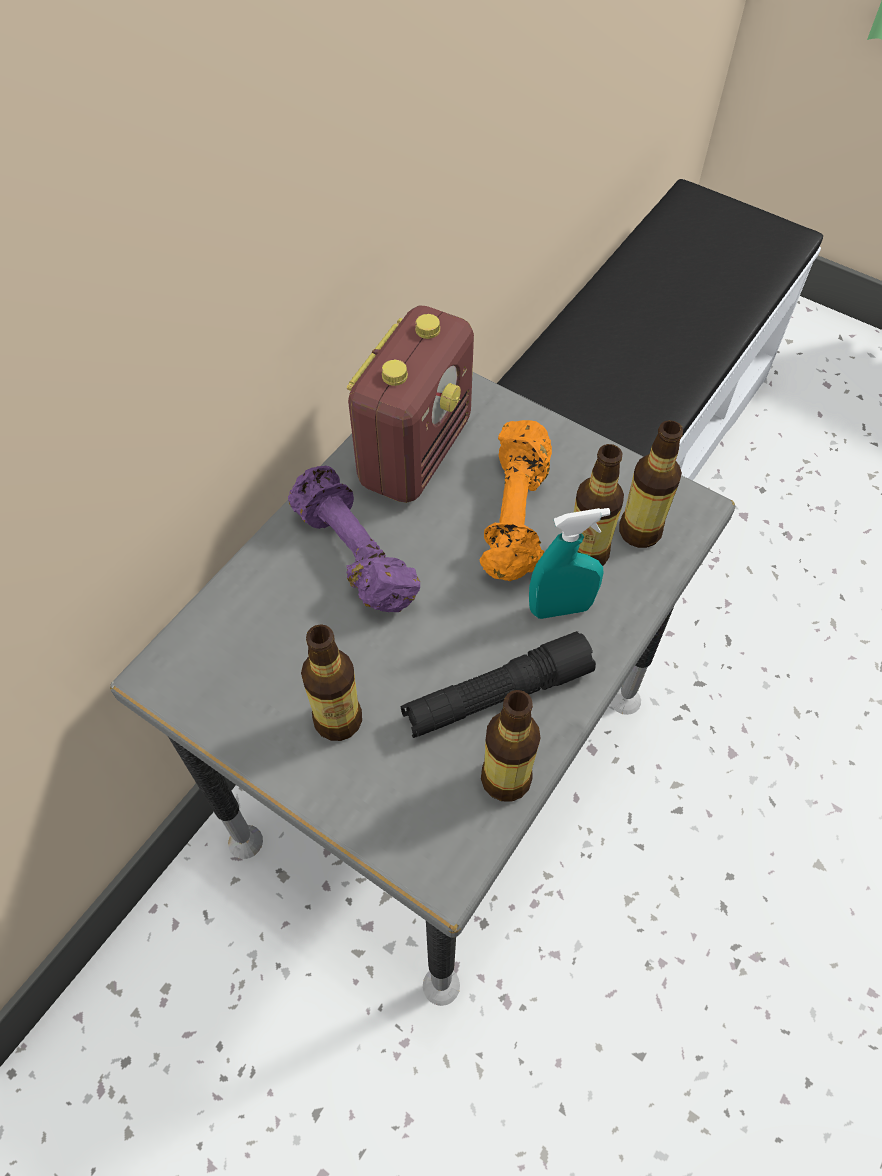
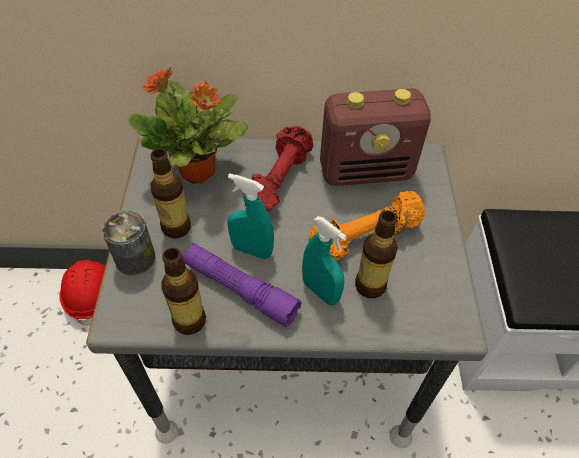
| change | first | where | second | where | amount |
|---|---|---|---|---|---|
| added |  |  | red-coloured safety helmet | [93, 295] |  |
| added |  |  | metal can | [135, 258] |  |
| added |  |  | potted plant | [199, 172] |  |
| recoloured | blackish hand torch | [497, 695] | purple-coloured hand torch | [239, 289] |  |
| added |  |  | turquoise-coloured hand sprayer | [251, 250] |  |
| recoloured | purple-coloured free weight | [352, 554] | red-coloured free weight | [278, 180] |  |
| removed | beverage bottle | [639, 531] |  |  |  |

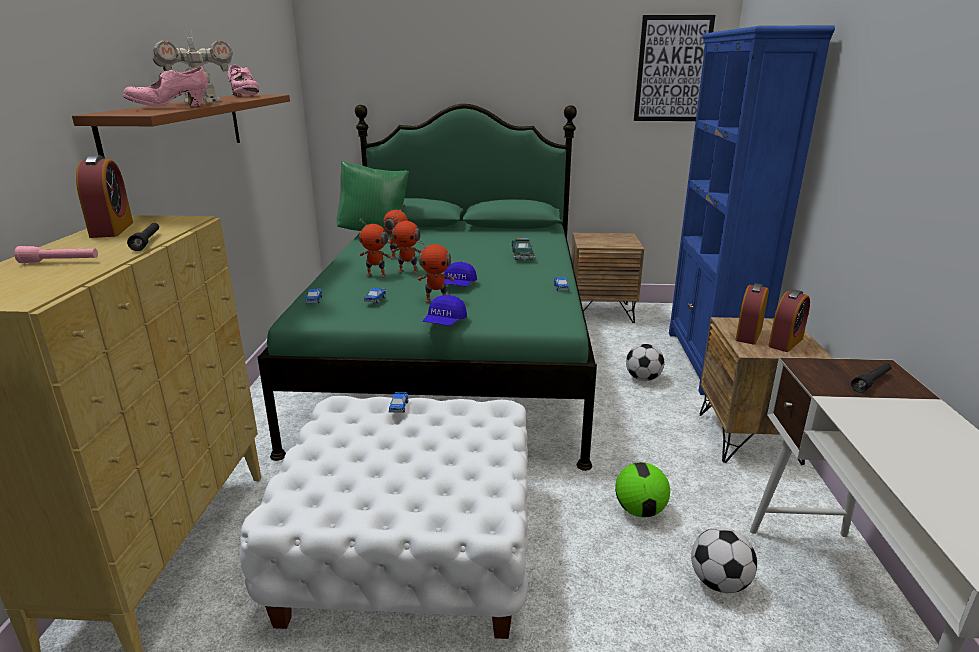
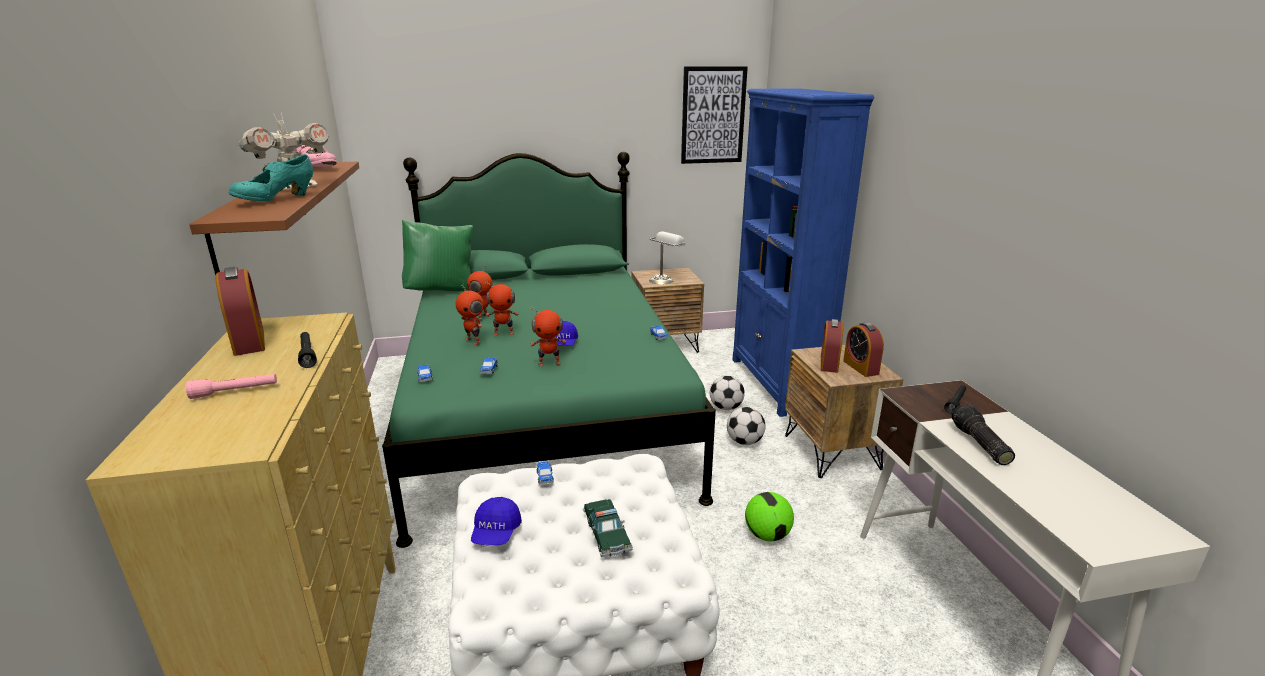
| change | first | where | second | where | amount |
|---|---|---|---|---|---|
| recoloured | pink-coloured shoe | [170, 107] | turquoise-coloured shoe | [276, 200] |  |
| turned | model robot | [376, 275] |  | [474, 341] | 45 degrees clockwise |
| moved | blue-coloured peaked cap | [444, 323] |  | [496, 533] |  |
| moved | toy car | [522, 255] |  | [606, 534] |  |
| added |  |  | whitish lamp for a table | [664, 279] |  |
| moved | football ball | [719, 583] |  | [744, 442] |  |
| turned | alarm clock | [785, 342] |  | [860, 367] | 135 degrees clockwise |
| added |  |  | hand torch | [978, 444] |  |

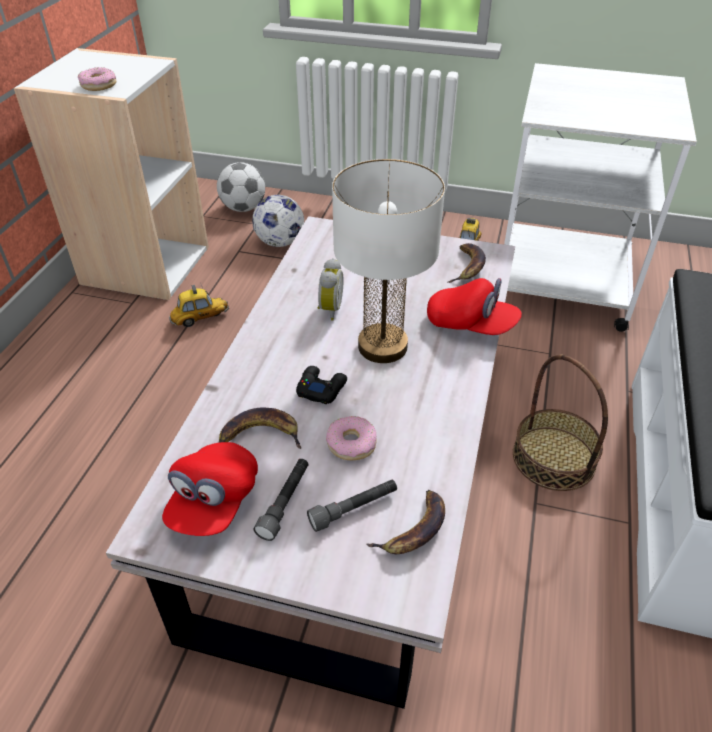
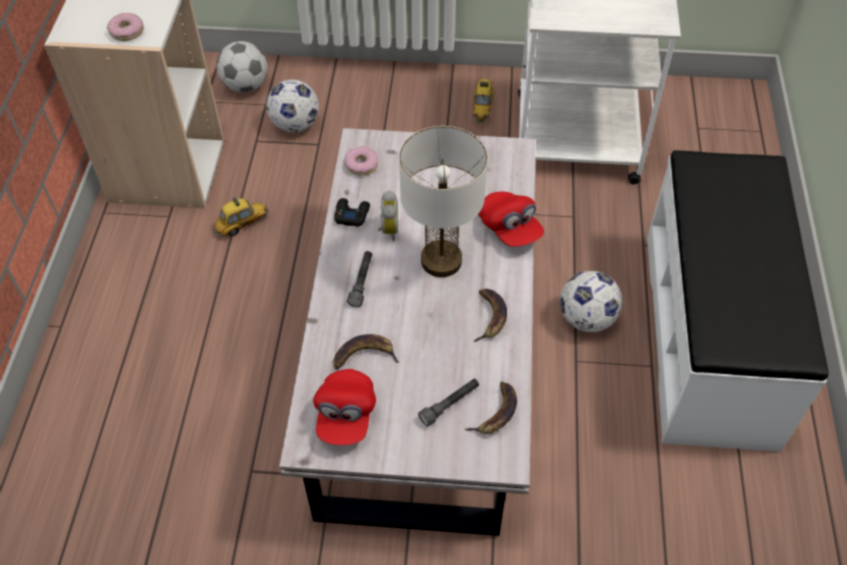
| change | first | where | second | where | amount |
|---|---|---|---|---|---|
| moved | blackish game controller | [321, 388] |  | [351, 214] |  |
| moved | doughnut | [352, 443] |  | [361, 165] |  |
| moved | greyish hand torch | [285, 503] |  | [362, 282] |  |
| moved | banana | [467, 267] |  | [490, 317] |  |
| turned | red-coloured peaked cap | [471, 324] |  | [509, 229] | 45 degrees clockwise |
| replaced | basket | [554, 458] | football ball | [587, 318] |  |

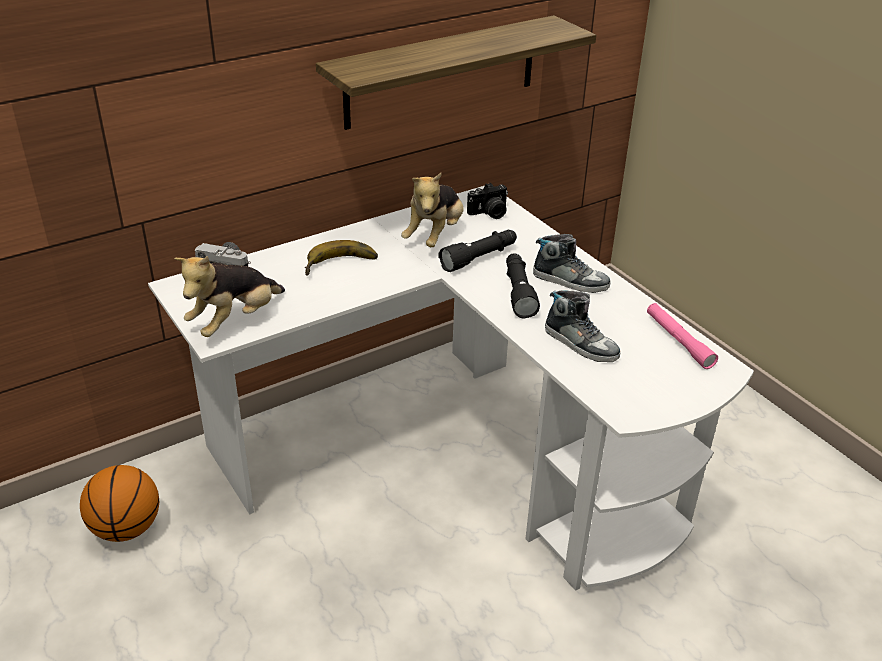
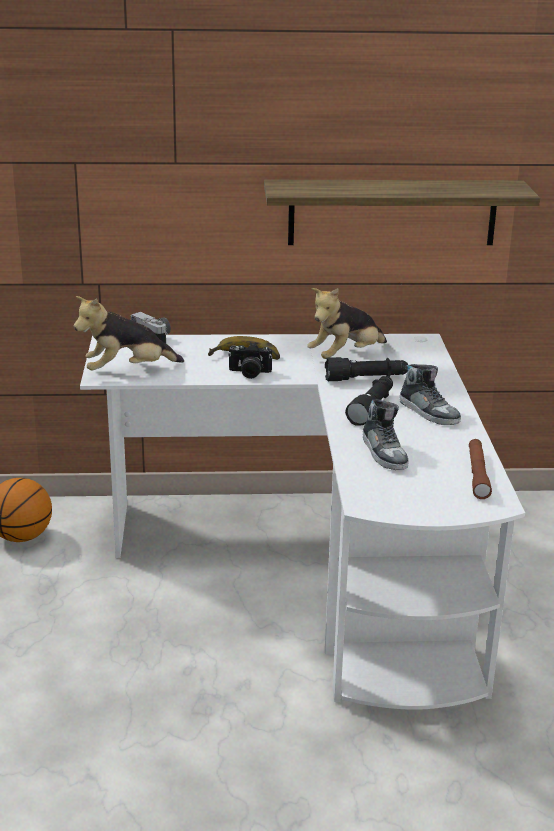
| change | first | where | second | where | amount |
|---|---|---|---|---|---|
| moved | still camera | [489, 213] |  | [249, 373] |  |
| recoloured | pink-coloured hand torch | [678, 341] | brown-coloured hand torch | [477, 474] |  |

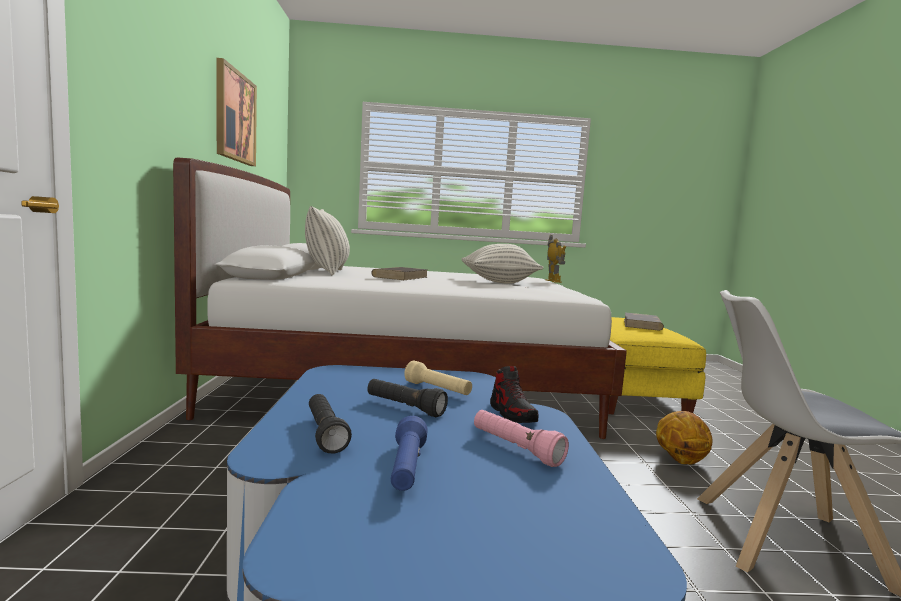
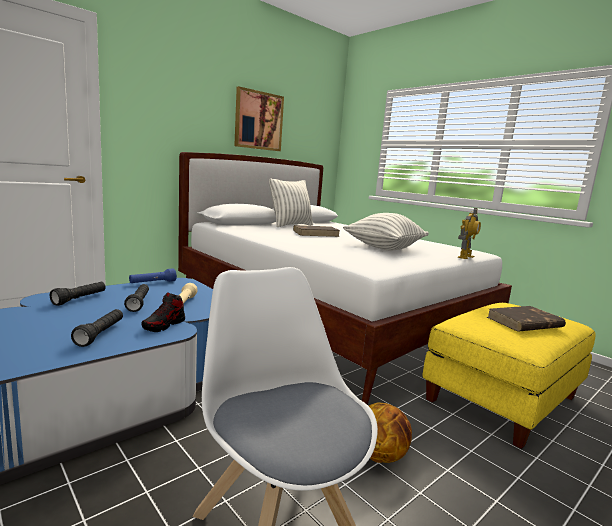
| change | first | where | second | where | amount |
|---|---|---|---|---|---|
| recoloured | pink-coloured hand torch | [515, 449] | blackish hand torch | [100, 334] |  |
| moved | blue-coloured hand torch | [407, 468] |  | [153, 283] |  |

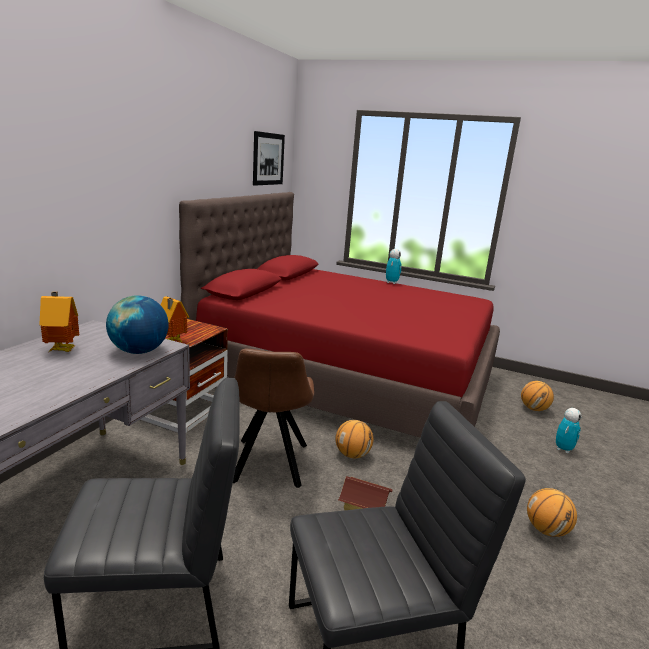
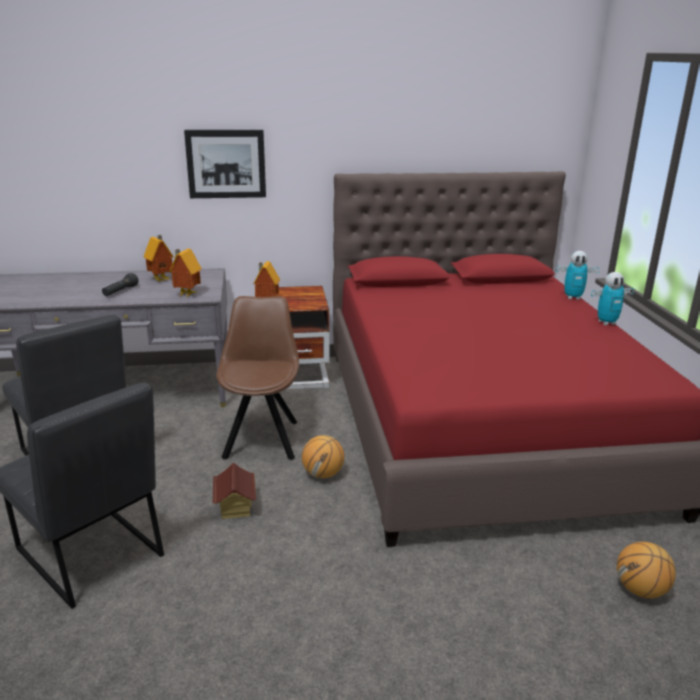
| change | first | where | second | where | amount |
|---|---|---|---|---|---|
| added |  |  | blackish hand torch | [120, 292] |  |
| replaced | desk globe | [139, 351] | toy house | [186, 294] |  |
| moved | wall art | [268, 159] |  | [226, 164] |  |
| turned | brown-coloured plain chair | [270, 463] |  | [262, 439] | 120 degrees clockwise |
| moved | model robot | [563, 449] |  | [573, 297] |  |
| removed | basketball ball | [546, 530] |  |  |  |

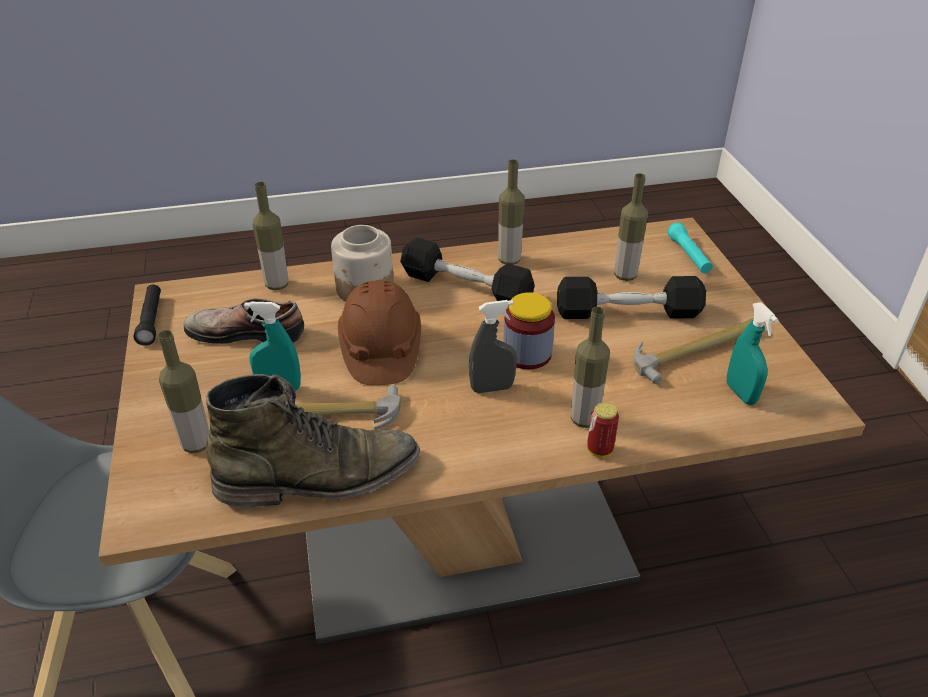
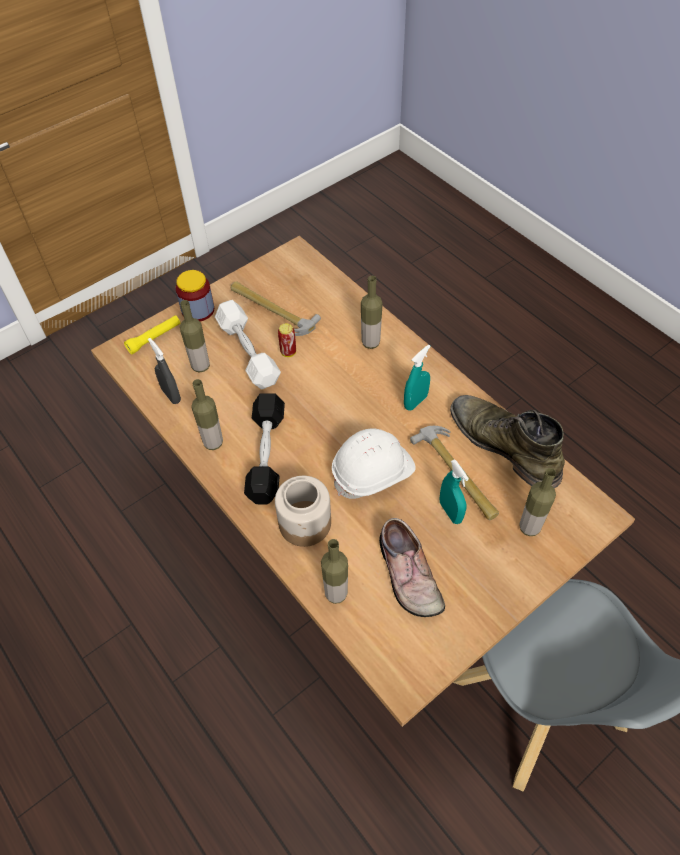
| change | first | where | second | where | amount |
|---|---|---|---|---|---|
| recoloured | turquoise-coloured hand torch | [689, 255] | yellowish hand torch | [154, 338] |  |
| moved | greyish hand sprayer | [492, 388] |  | [171, 395] |  |
| moved | preserve jar | [527, 354] |  | [198, 310] |  |
| recoloured | blackish free weight | [627, 312] | whitish free weight | [248, 352] |  |
| moved | metal can | [599, 450] |  | [288, 352] |  |
| recoloured | brown-coloured safety helmet | [380, 350] | whitish safety helmet | [373, 473] |  |
| moved | turquoise-coloured hand sprayer | [741, 393] |  | [415, 402] |  |
| removed | blackish hand torch | [151, 320] |  |  |  |

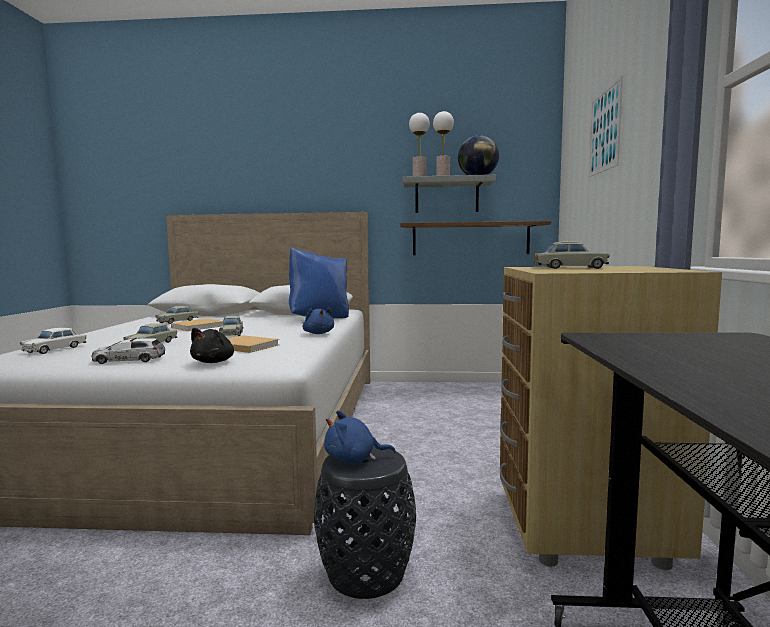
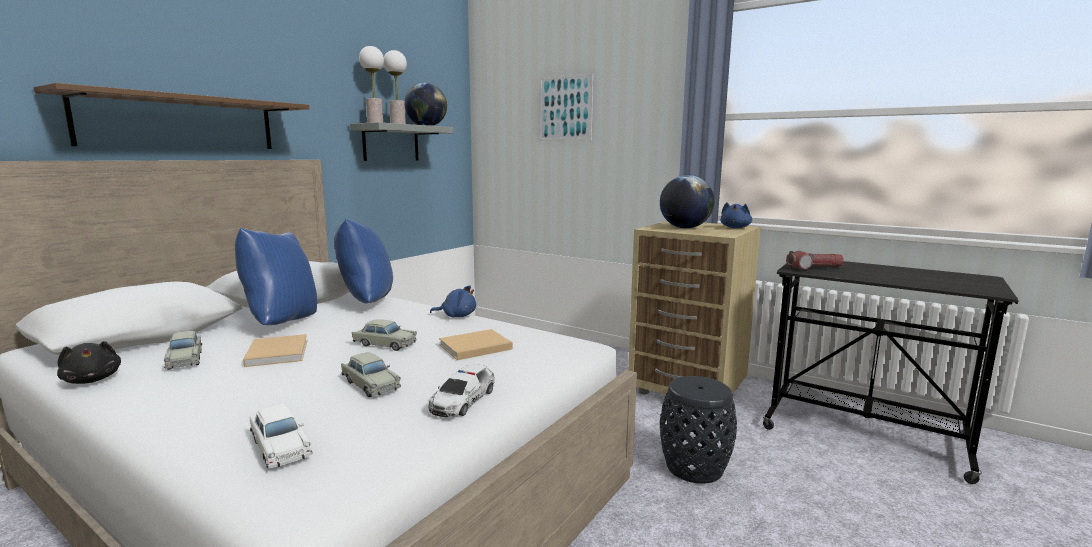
| change | first | where | second | where | amount |
|---|---|---|---|---|---|
| moved | brown-coloured bracket shelf | [470, 239] |  | [181, 123] |  |
| moved | blackish plush toy | [214, 362] |  | [92, 380] |  |
| added |  |  | blue-coloured cushion | [281, 323] |  |
| replaced | sand-coloured toy car | [570, 268] | desk globe | [685, 228] |  |
| moved | blue-coloured plush toy | [354, 459] |  | [735, 228] |  |
| added |  |  | hand torch | [814, 268] |  |

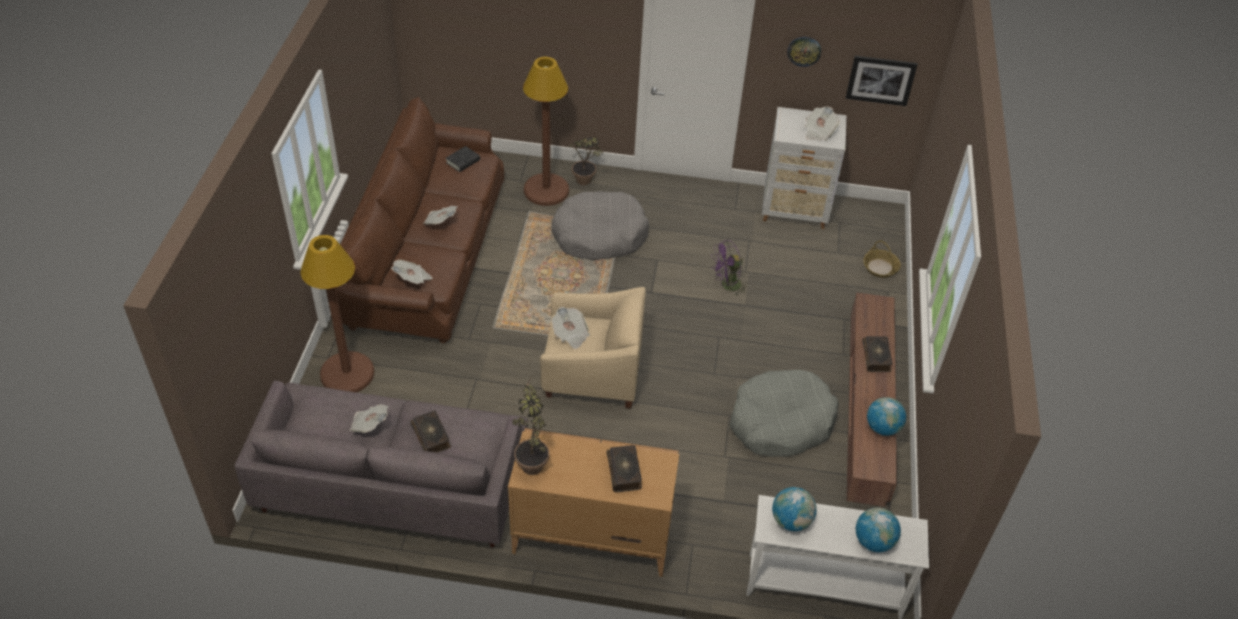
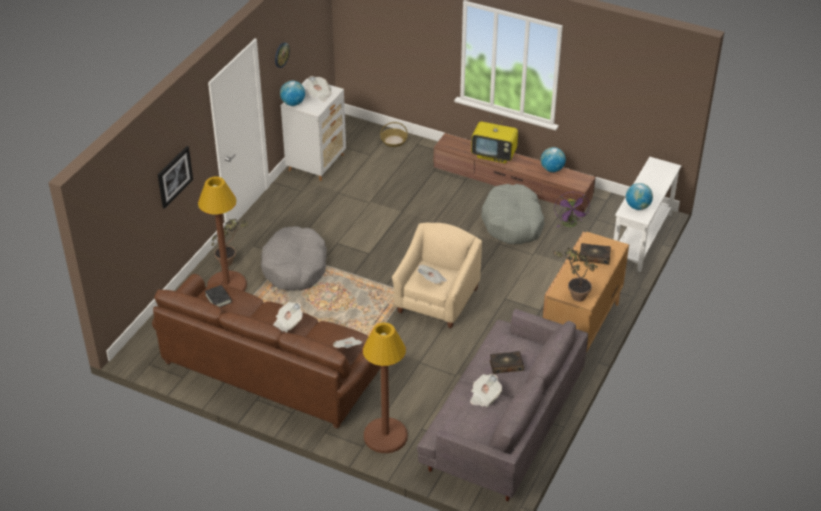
| change | first | where | second | where | amount |
|---|---|---|---|---|---|
| moved | wall art | [880, 80] |  | [174, 176] |  |
| moved | desk globe | [873, 541] |  | [293, 103] |  |
| replaced | bound book | [876, 357] | television | [494, 155] |  |
| moved | purple-coloured fan | [727, 285] |  | [570, 225] |  |

